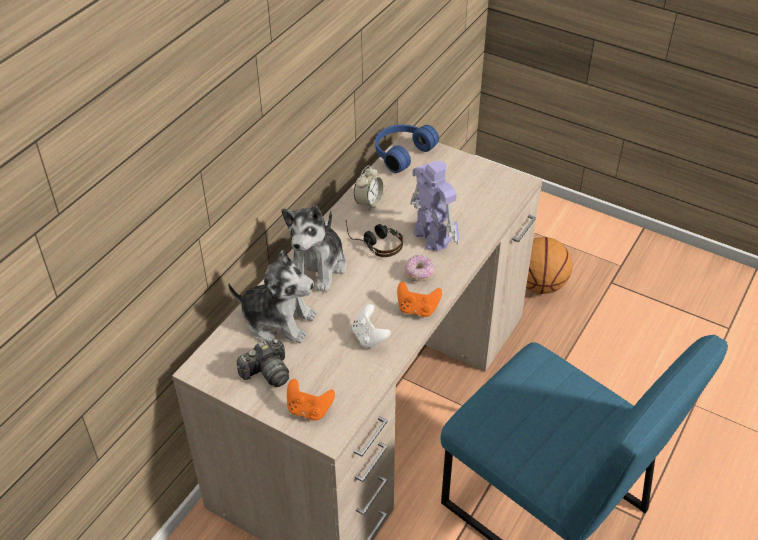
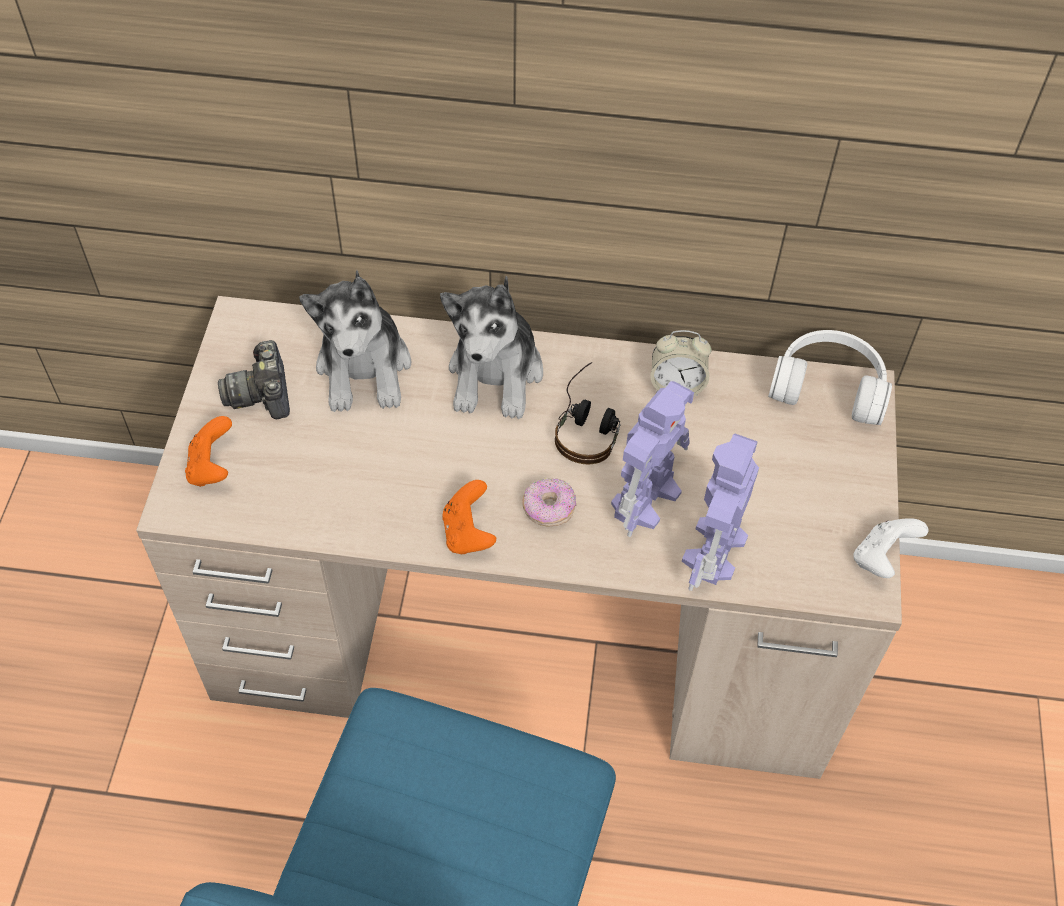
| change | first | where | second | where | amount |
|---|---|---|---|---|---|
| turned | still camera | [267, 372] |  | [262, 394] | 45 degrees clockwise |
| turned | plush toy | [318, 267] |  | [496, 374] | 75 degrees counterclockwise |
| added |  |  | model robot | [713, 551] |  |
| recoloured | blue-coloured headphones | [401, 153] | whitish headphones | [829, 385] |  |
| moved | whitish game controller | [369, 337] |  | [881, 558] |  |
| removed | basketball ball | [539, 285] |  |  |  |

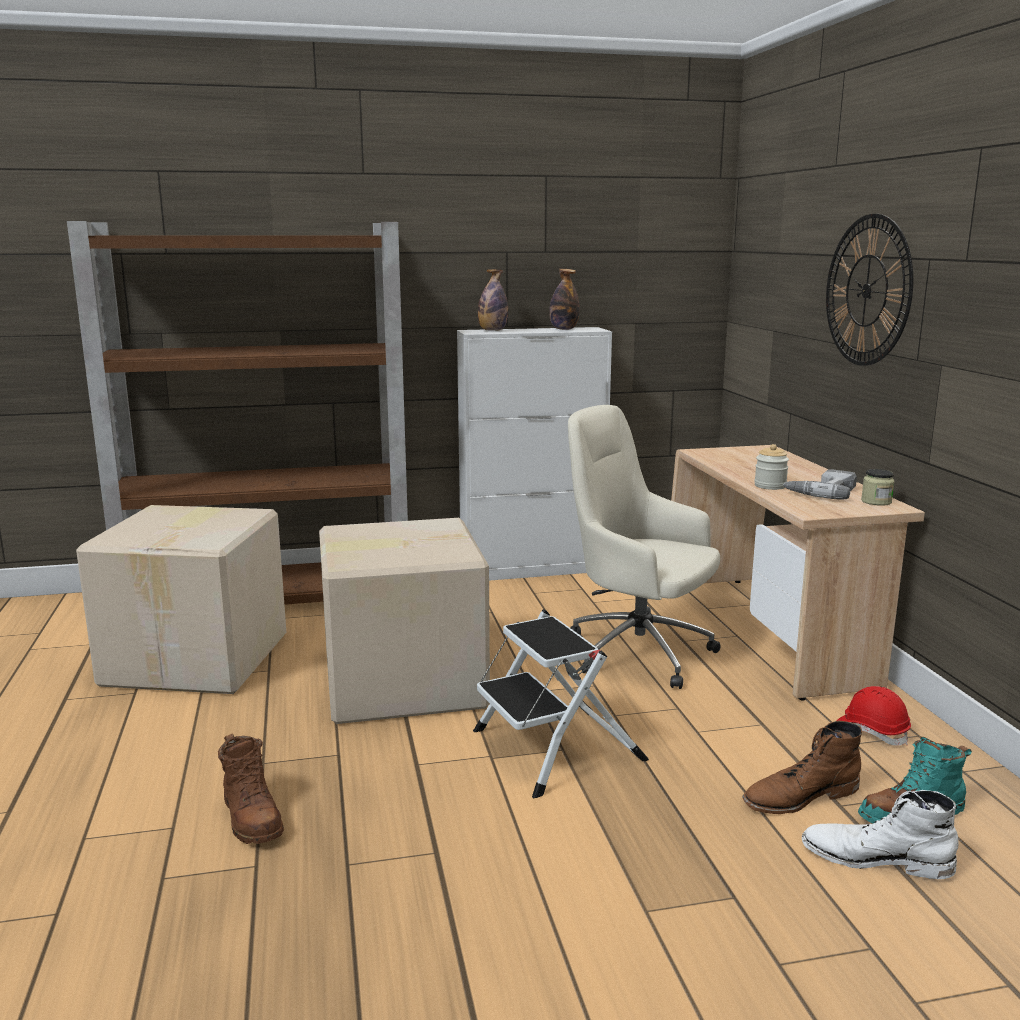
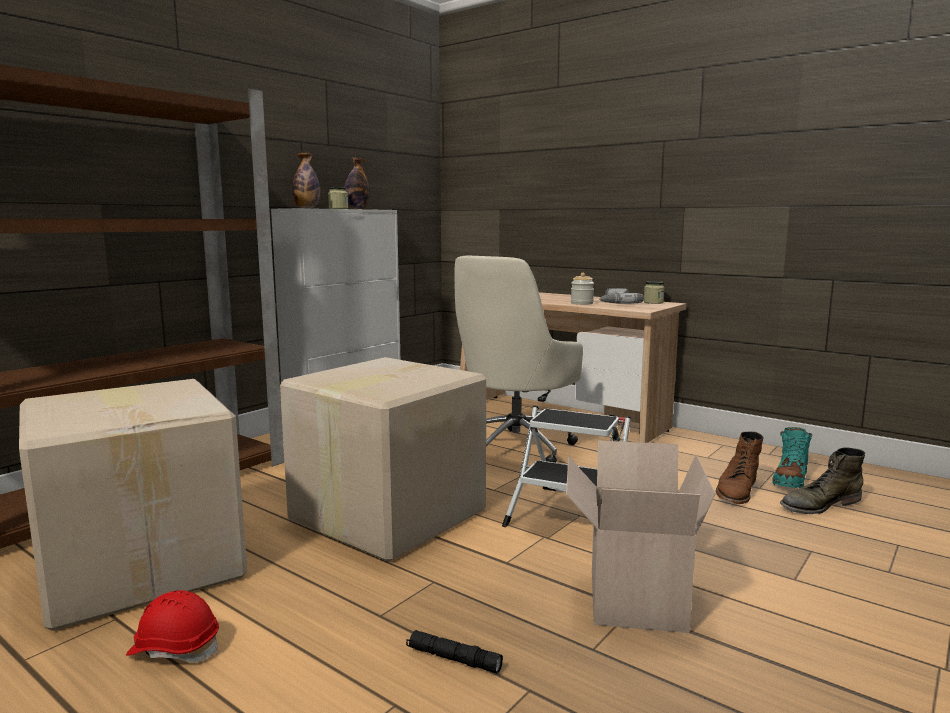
| change | first | where | second | where | amount |
|---|---|---|---|---|---|
| moved | red-coloured safety helmet | [872, 731] |  | [175, 649] |  |
| added |  |  | preserve jar | [338, 208] |  |
| replaced | brown-coloured boot | [251, 818] | blackish hand torch | [453, 659] |  |
| turned | sand-coloured desk chair | [637, 654] |  | [515, 449] | 45 degrees counterclockwise |
| added |  |  | packing box | [632, 598] |  |
| recoloured | whitish boot | [876, 858] | greenish boot | [819, 505] |  |
| removed | wall clock | [867, 291] |  |  |  |

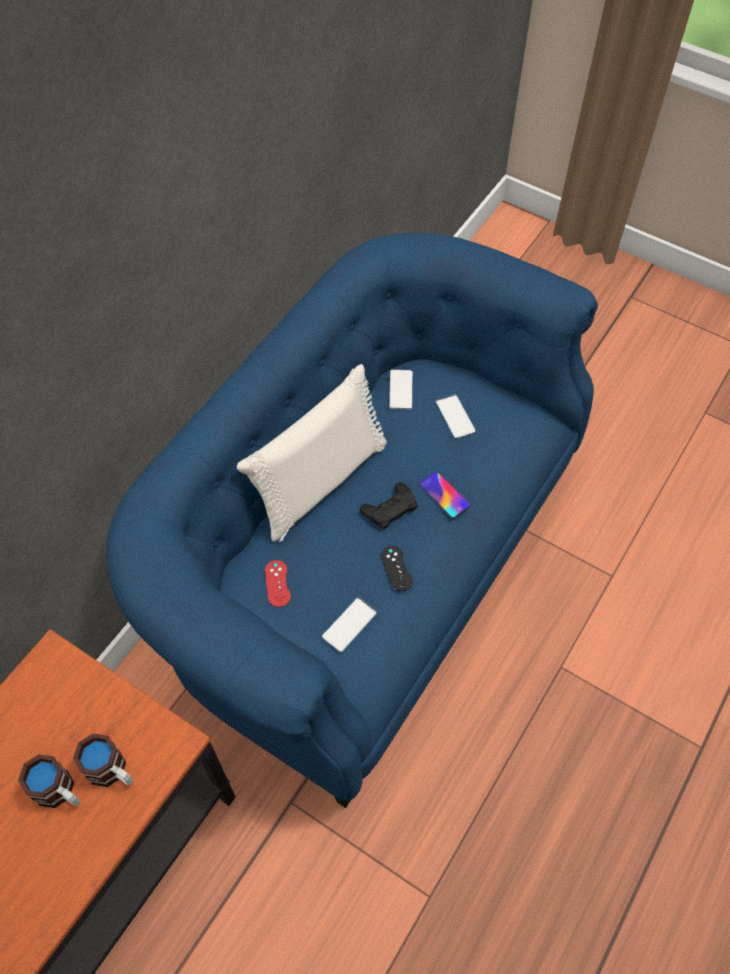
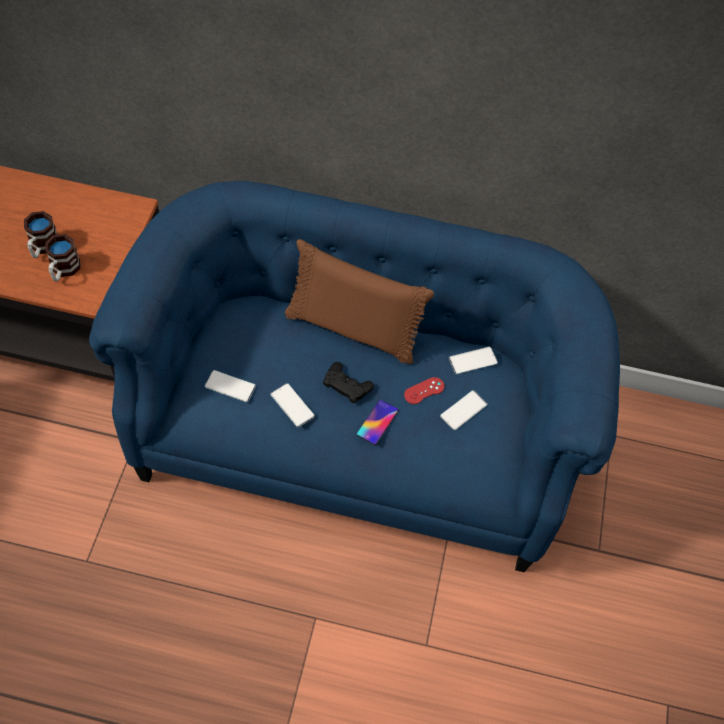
| change | first | where | second | where | amount |
|---|---|---|---|---|---|
| replaced | blackish game controller | [396, 568] | handset | [292, 405] |  |
| recoloured | whitish cushion | [320, 481] | brown-coloured cushion | [353, 328] |  |
| moved | red-coloured game controller | [277, 583] |  | [424, 391] |  |

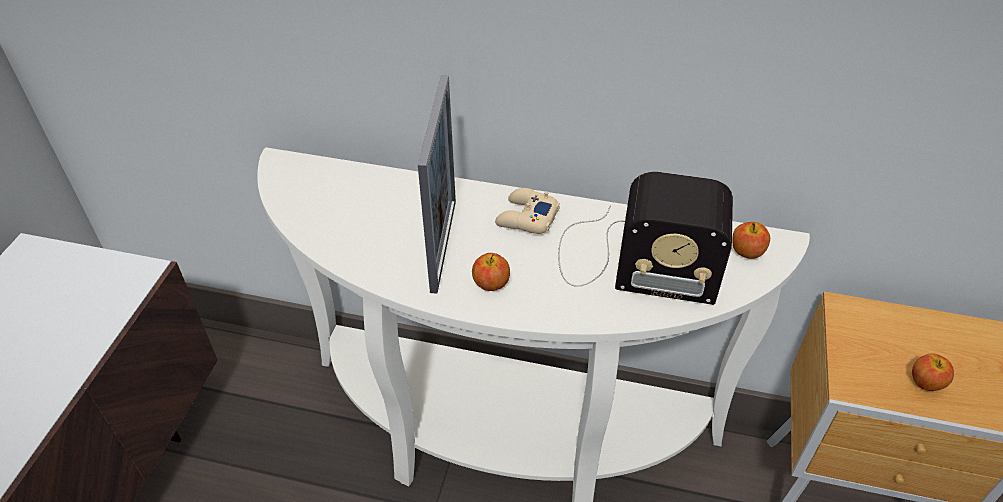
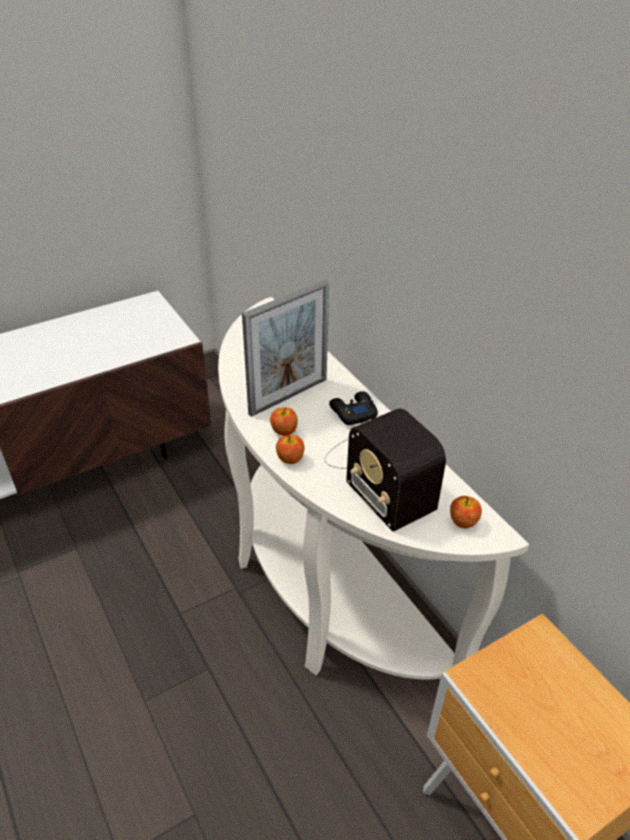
| change | first | where | second | where | amount |
|---|---|---|---|---|---|
| moved | apple fruit | [926, 382] |  | [290, 459] |  |
| recoloured | sand-coloured game controller | [526, 218] | blackish game controller | [352, 412] |  |

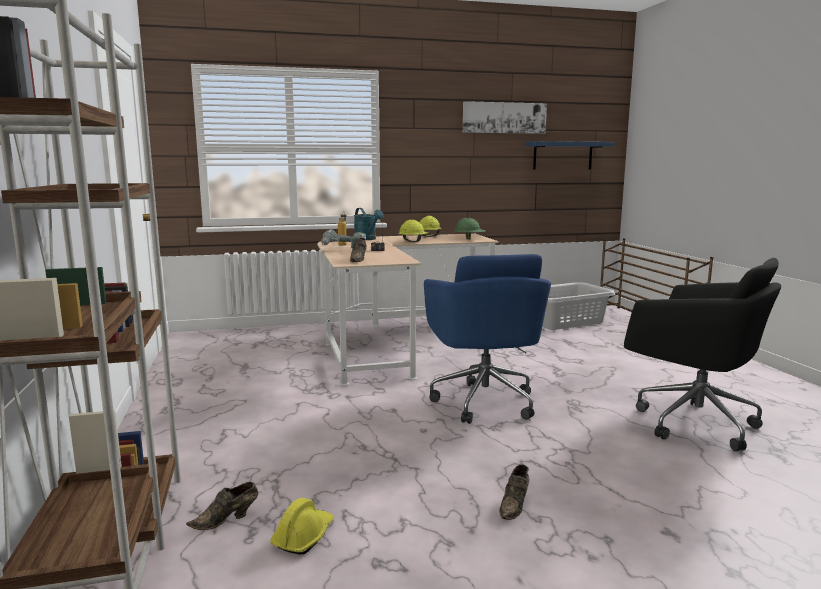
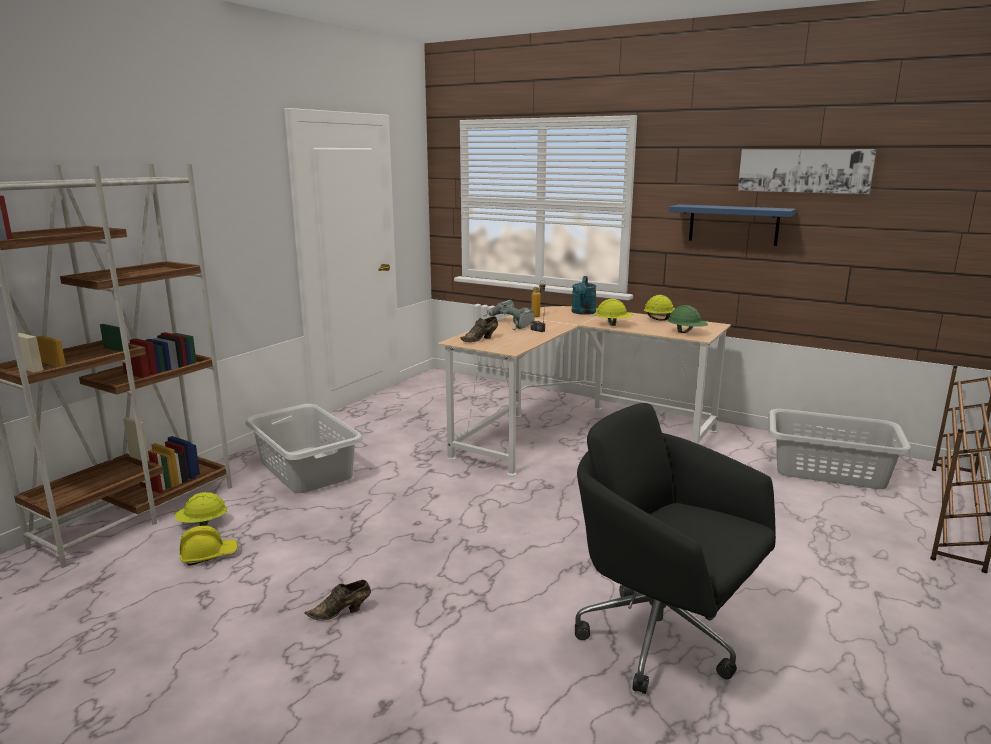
| change | first | where | second | where | amount |
|---|---|---|---|---|---|
| replaced | brown-coloured shoe | [227, 520] | yellowish safety helmet | [202, 524] |  |
| added |  |  | greyish washing basket | [306, 469] |  |
| turned | blackish desk chair | [689, 423] |  | [663, 644] | 135 degrees clockwise |
| moved | blue-coloured bracket shelf | [562, 156] |  | [733, 224] |  |
| removed | blue-coloured desk chair | [482, 401] |  |  |  |

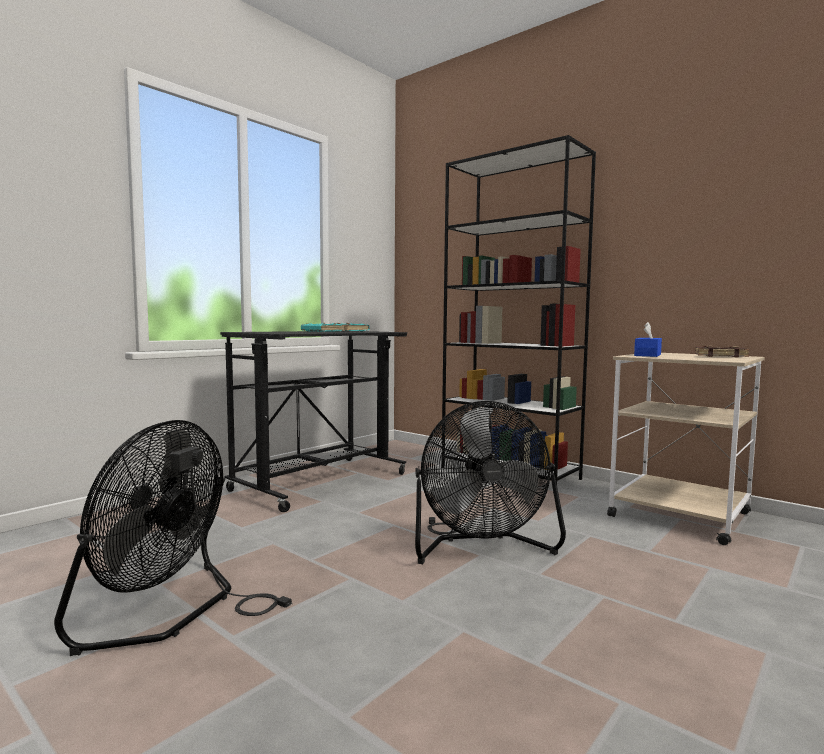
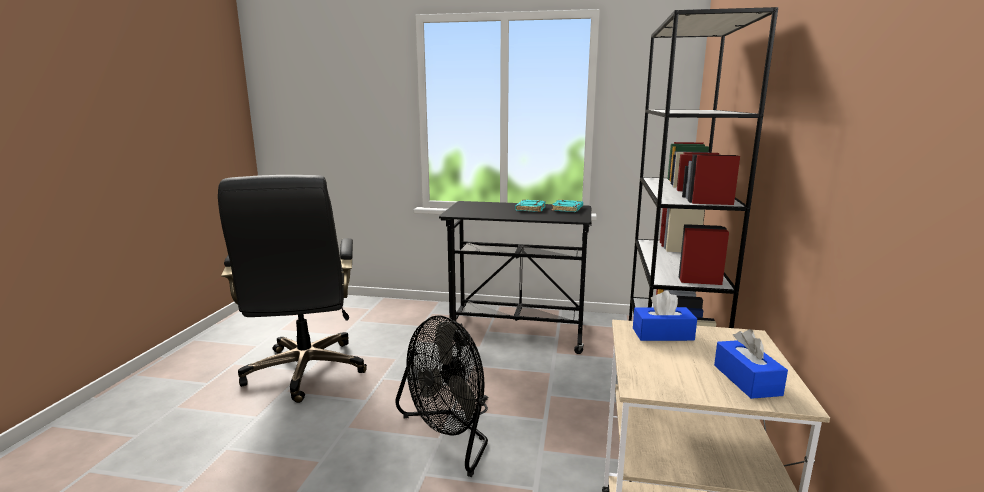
| change | first | where | second | where | amount |
|---|---|---|---|---|---|
| replaced | blackish fan | [184, 608] | blackish desk chair | [306, 368] |  |
| replaced | brown-coloured bound book | [721, 356] | blue-coloured tissue box | [746, 380] |  |

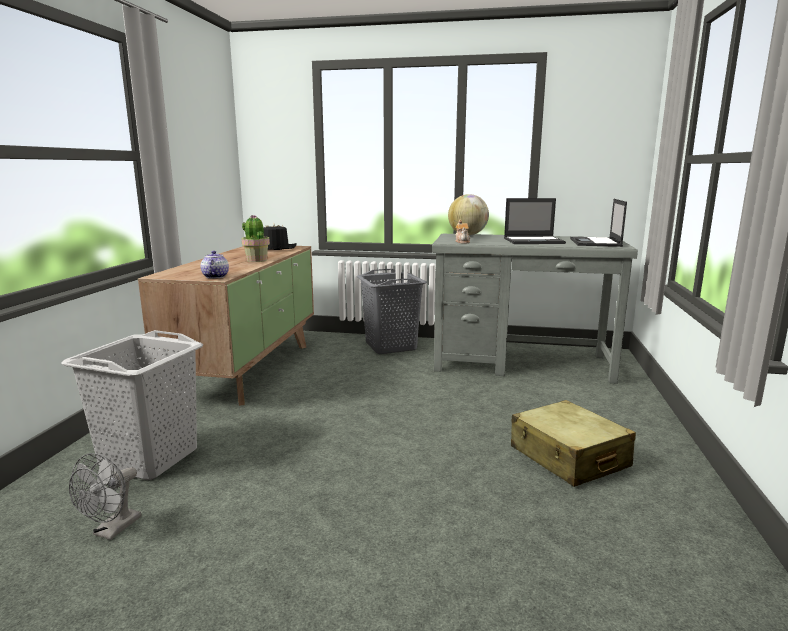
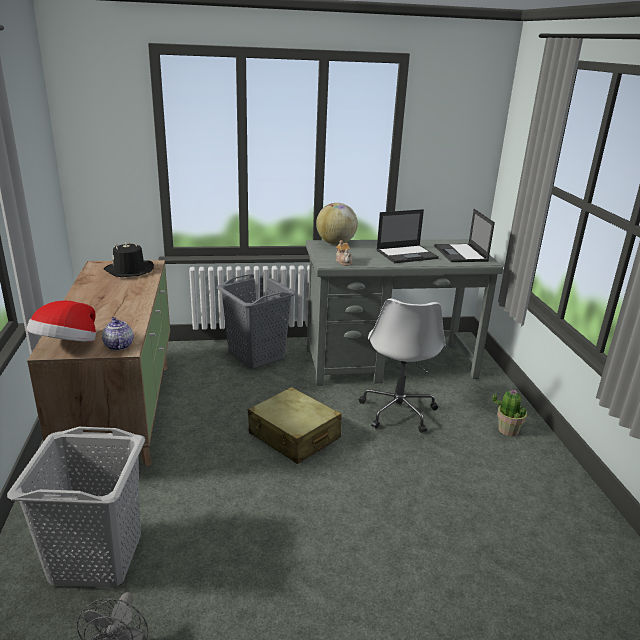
| change | first | where | second | where | amount |
|---|---|---|---|---|---|
| added |  |  | hat | [67, 346] |  |
| moved | sand-coloured piece of luggage | [568, 457] |  | [294, 436] |  |
| added |  |  | whitish desk chair | [398, 413] |  |
| moved | potted plant | [256, 260] |  | [508, 430] |  |

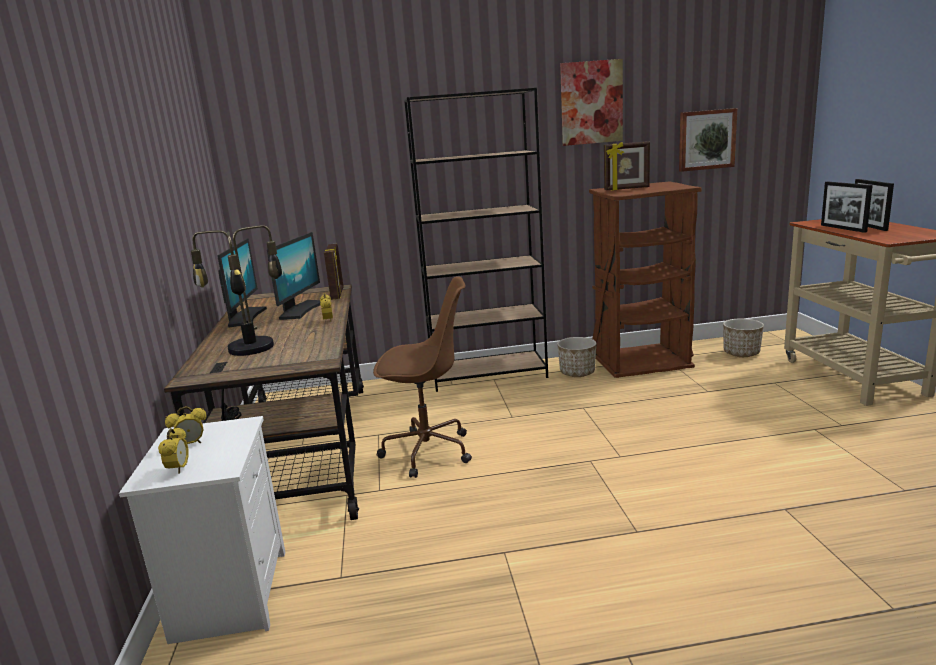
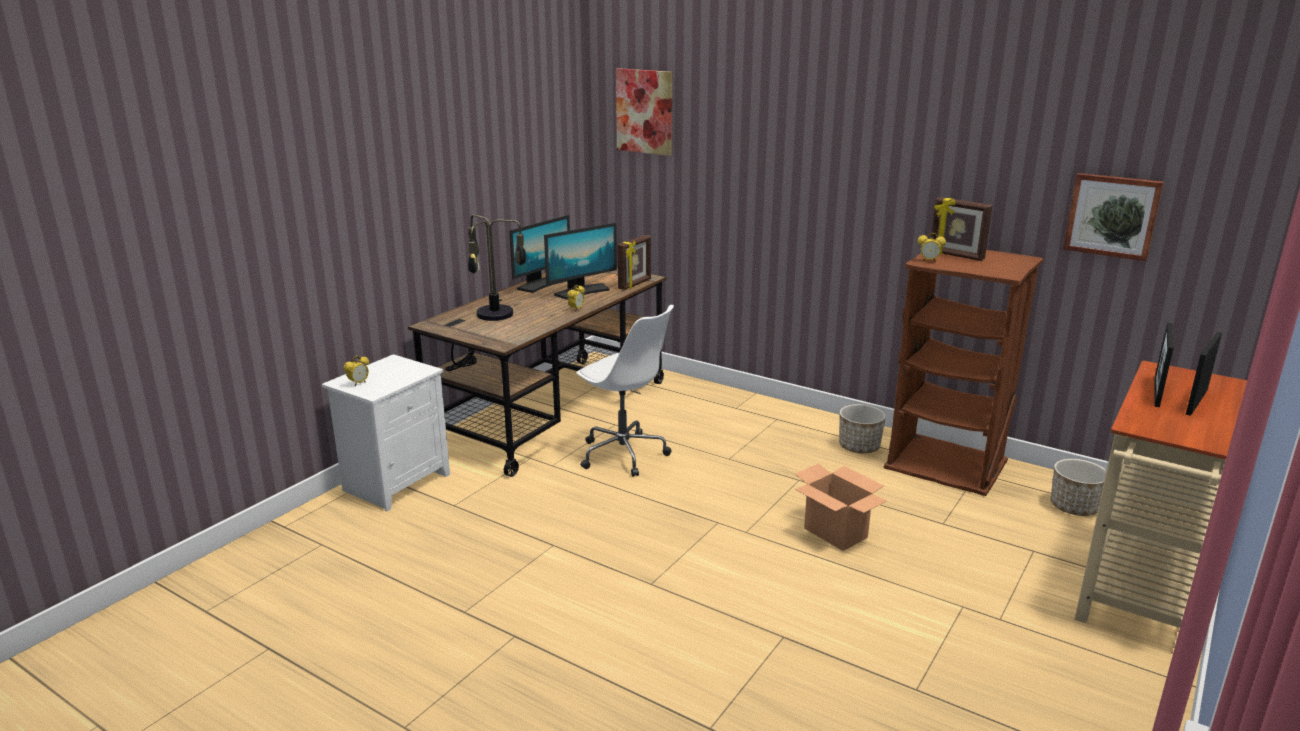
| change | first | where | second | where | amount |
|---|---|---|---|---|---|
| recoloured | brown-coloured desk chair | [430, 451] | whitish desk chair | [625, 455] |  |
| moved | wall art | [591, 103] |  | [644, 111] |  |
| added |  |  | packing box | [836, 533] |  |
| moved | alarm clock | [191, 444] |  | [929, 261] |  |
| removed | sand-coloured bookcase | [488, 375] |  |  |  |

